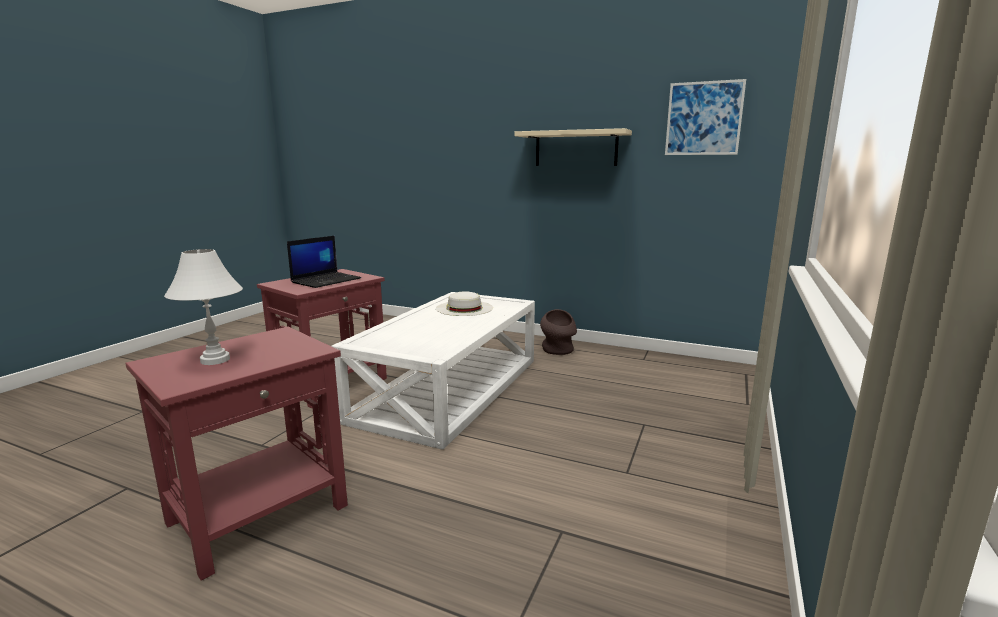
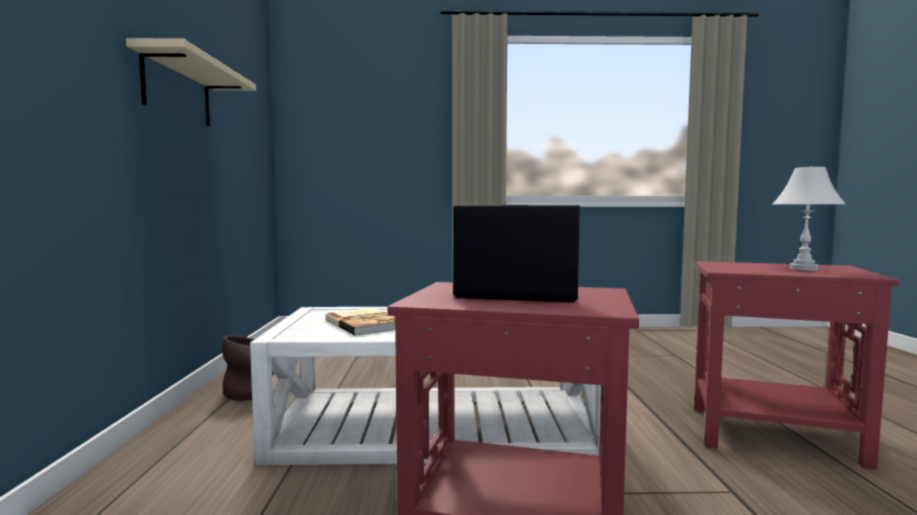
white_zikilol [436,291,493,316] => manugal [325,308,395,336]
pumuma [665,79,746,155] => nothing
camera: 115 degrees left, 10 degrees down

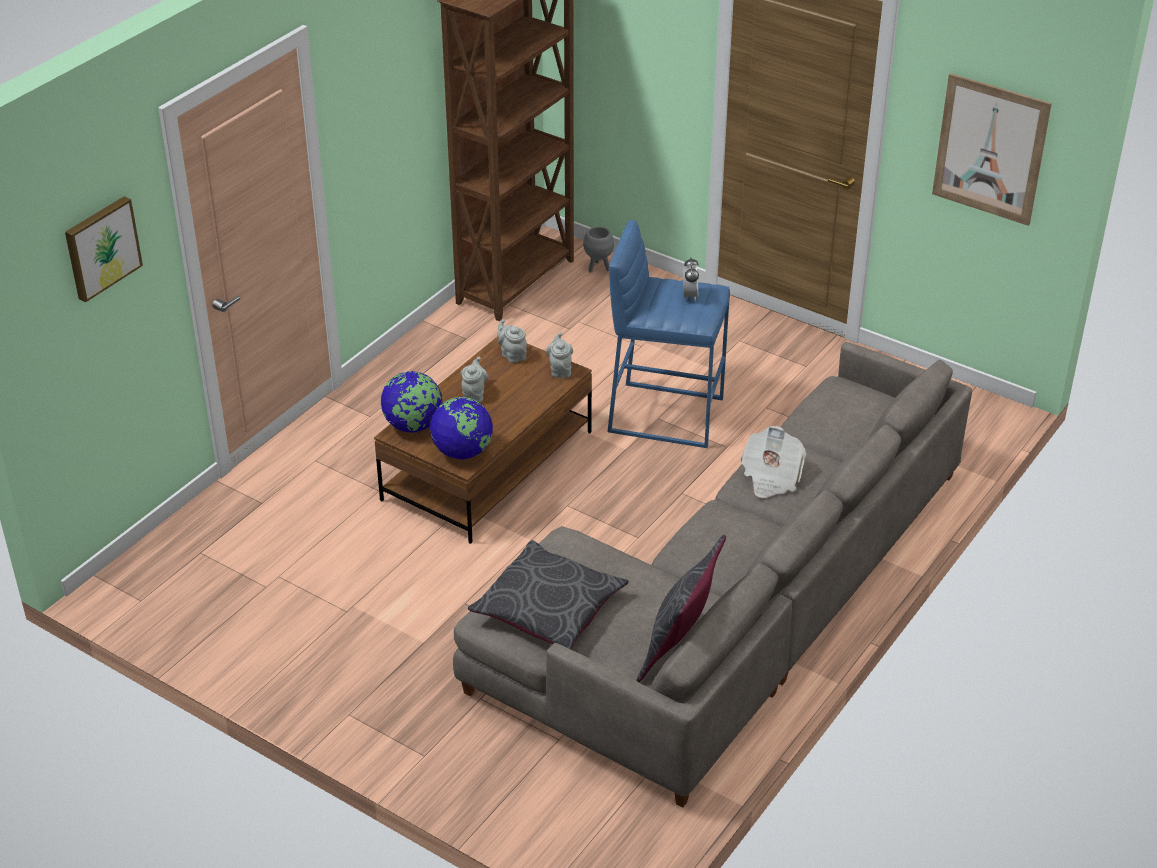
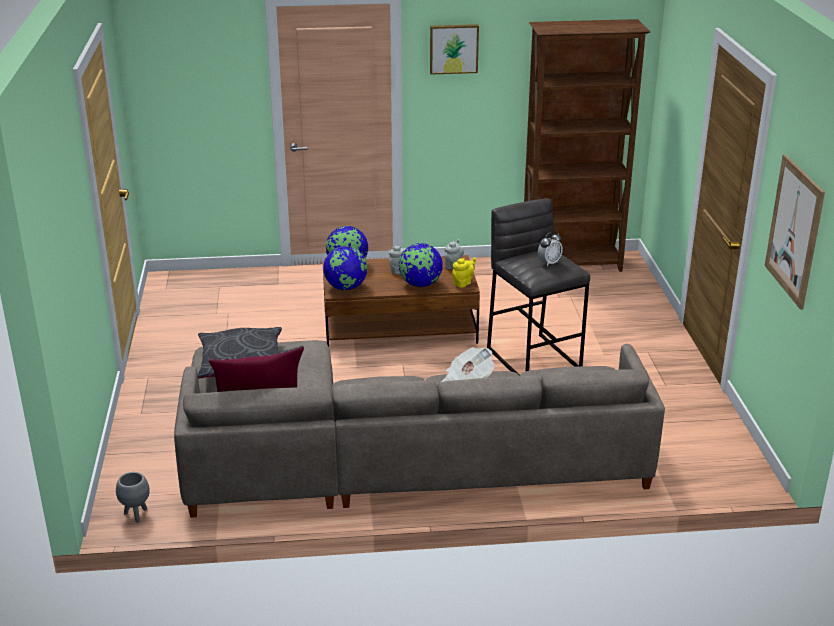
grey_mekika [583,227,614,273] => grey_mekika [116,472,150,523], moved
nothing => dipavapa [399,243,443,287]
pumuma [65,196,143,302] => pumuma [430,24,479,74], moved
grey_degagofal [546,332,573,378] => yellow_degagofal [452,257,476,288]
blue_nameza [607,220,730,448] => grey_nameza [487,198,590,376]
camera: 50 degrees right, 10 degrees down

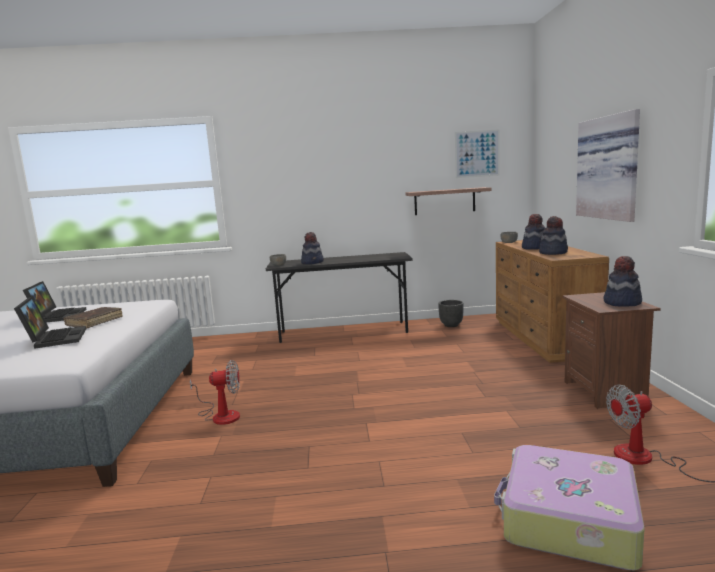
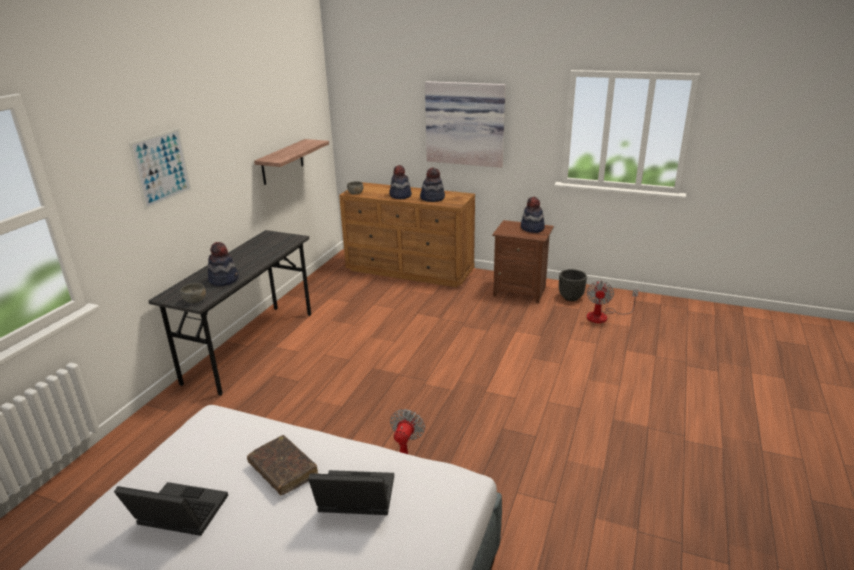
pumuma [455,129,500,178] => pumuma [129,128,192,210], moved
black_mekika [438,300,464,327] => black_mekika [559,269,587,301], moved
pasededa [494,445,645,570] => nothing
camera: 65 degrees left, 15 degrees up

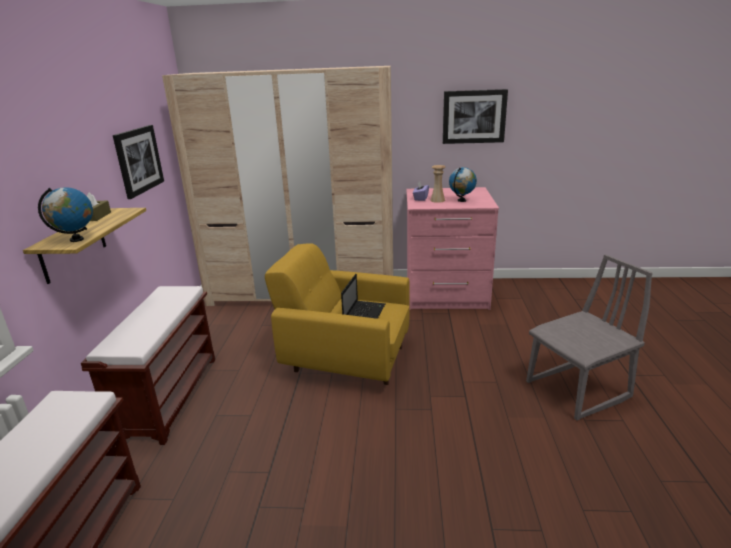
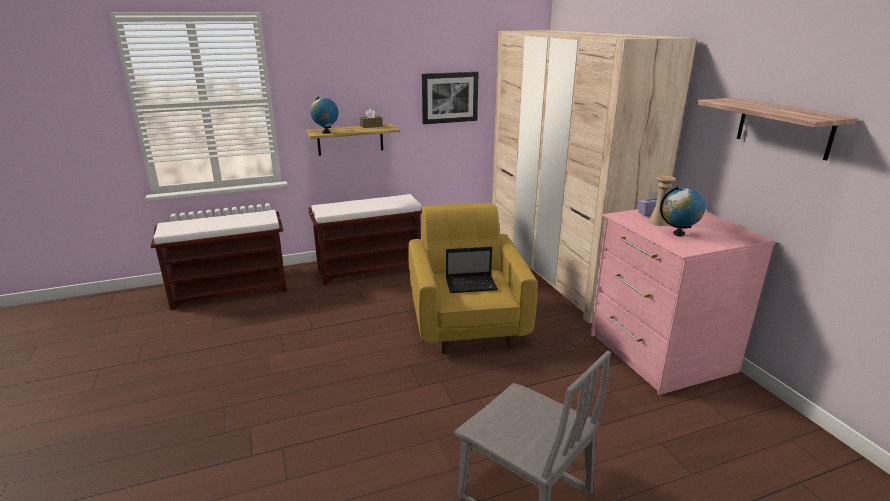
pumuma [443,89,508,144] => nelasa [697,98,858,161]
camera: 65 degrees right, 0 degrees up

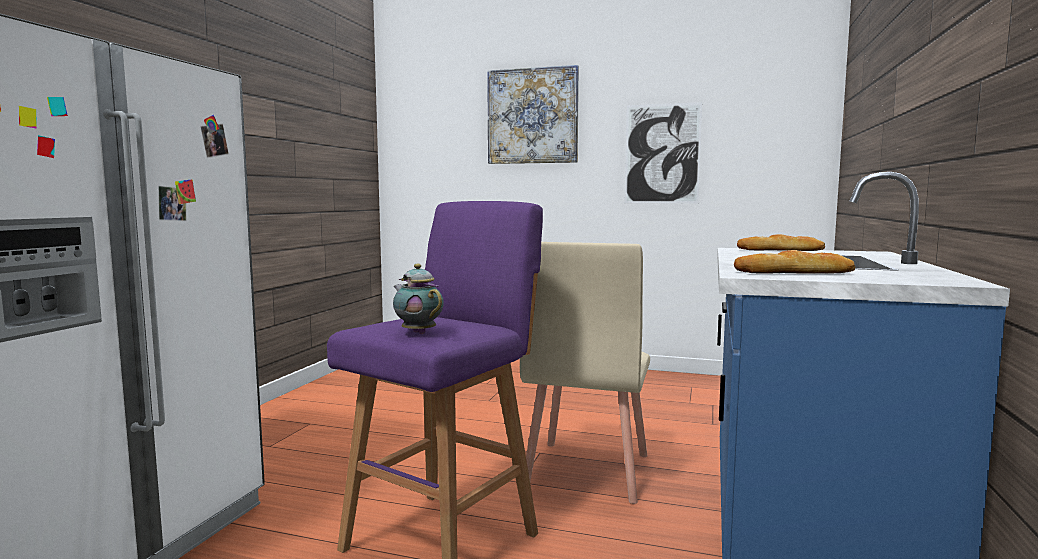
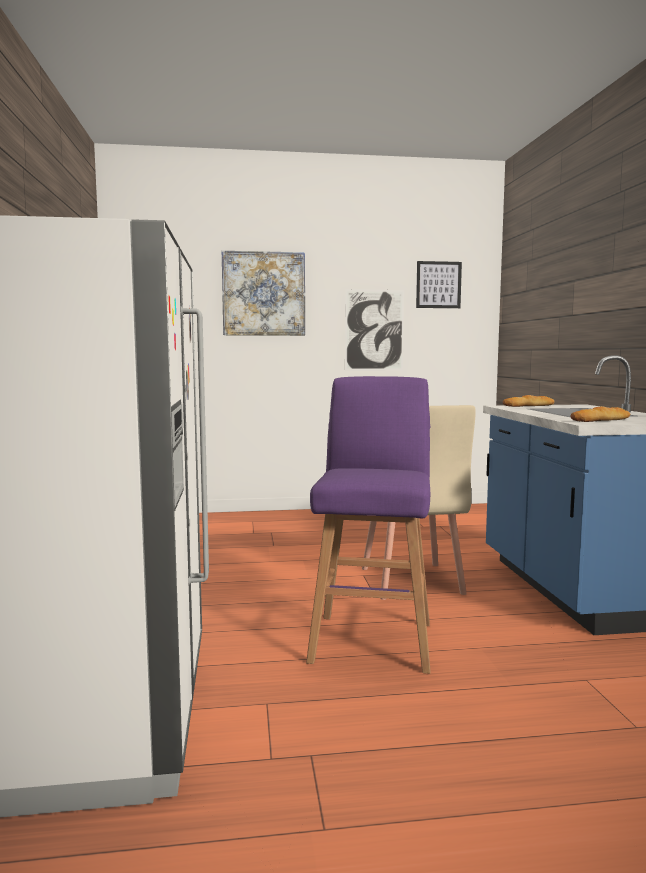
nothing => pumuma [416,261,462,308]
degagofal [393,264,444,334] => nothing
camera: 25 degrees left, 0 degrees up

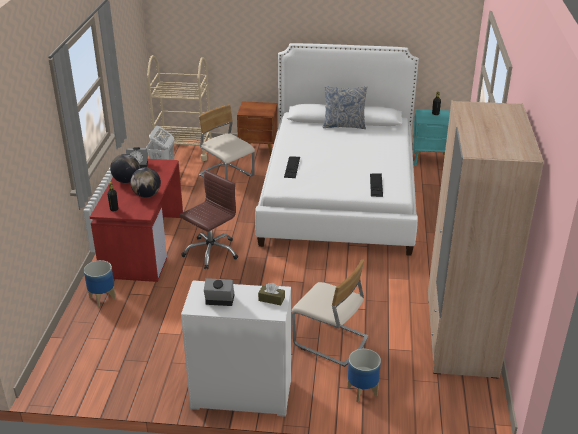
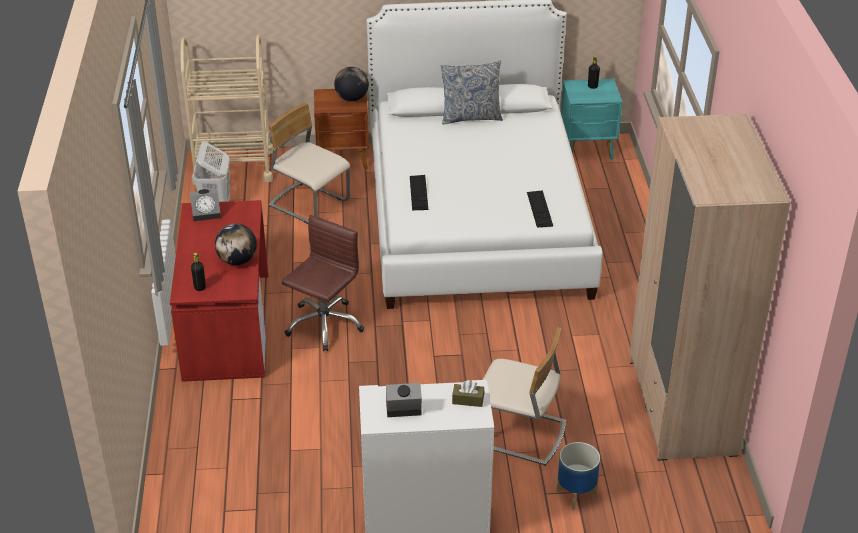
dipavapa [110,154,140,183] => dipavapa [334,67,369,102], moved
mekika [84,260,116,307] => nothing
camera: 10 degrees left, 5 degrees up

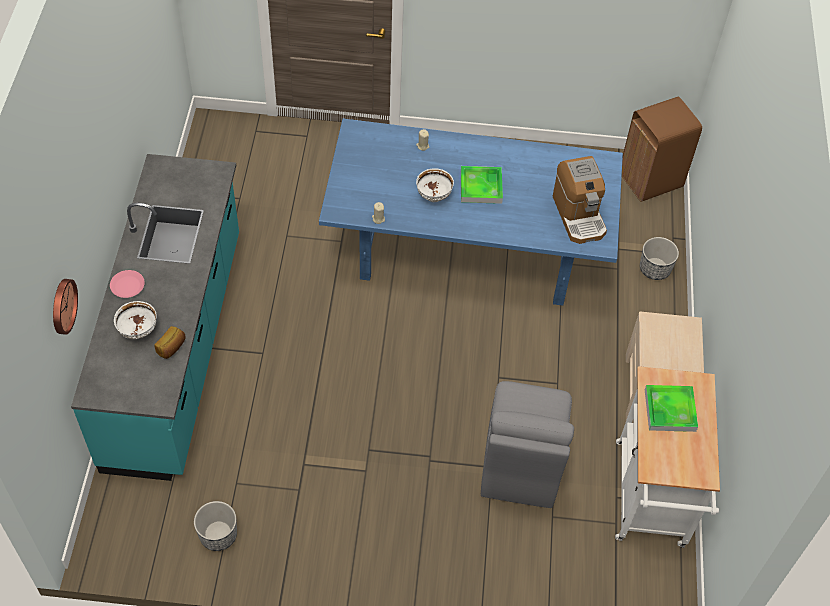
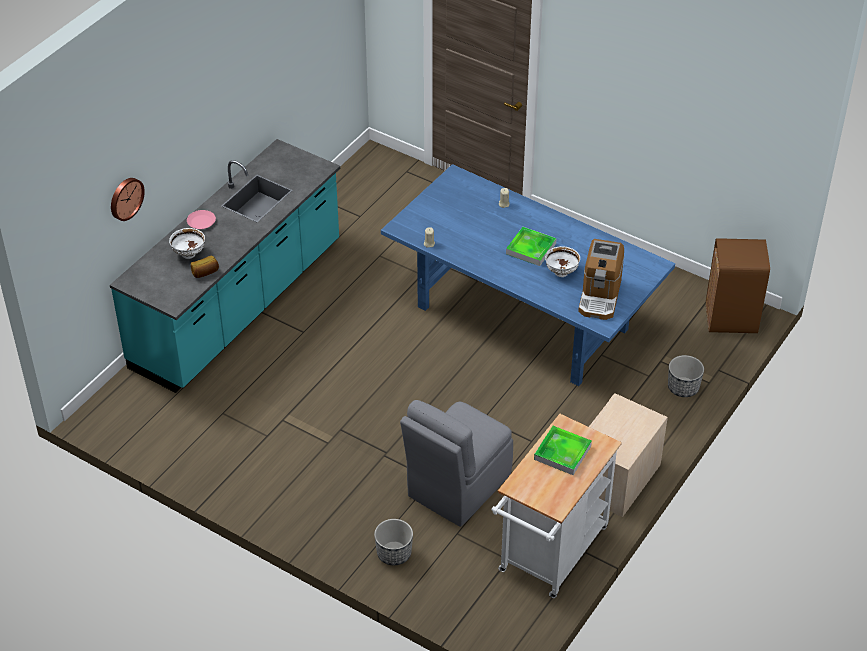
mekika [194,501,237,551] => mekika [374,519,413,565], moved
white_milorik [416,168,454,202] => white_milorik [545,246,580,277], moved
camera: 30 degrees right, 10 degrees down

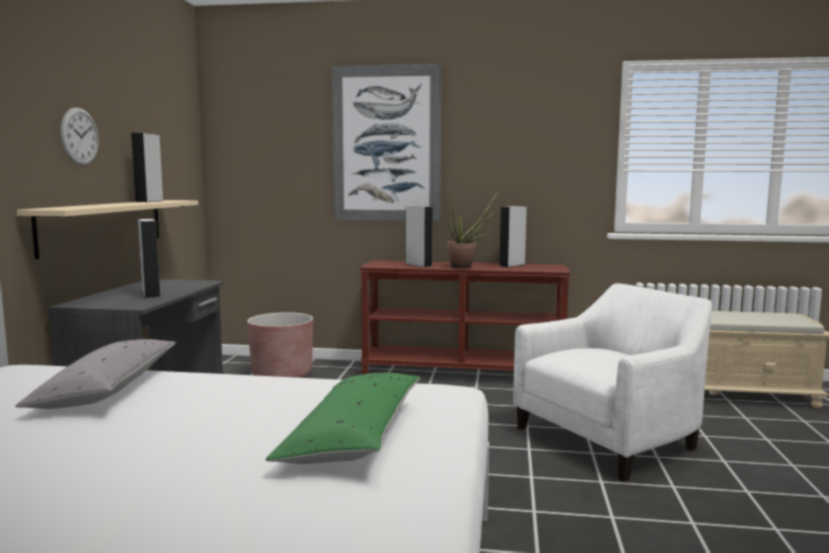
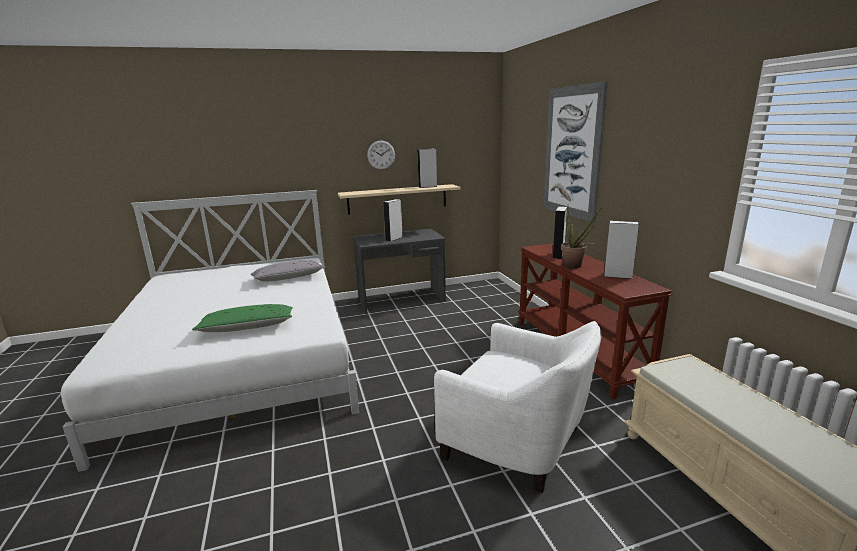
brown_mekika [247,312,313,378] => nothing
camera: 65 degrees right, 10 degrees up

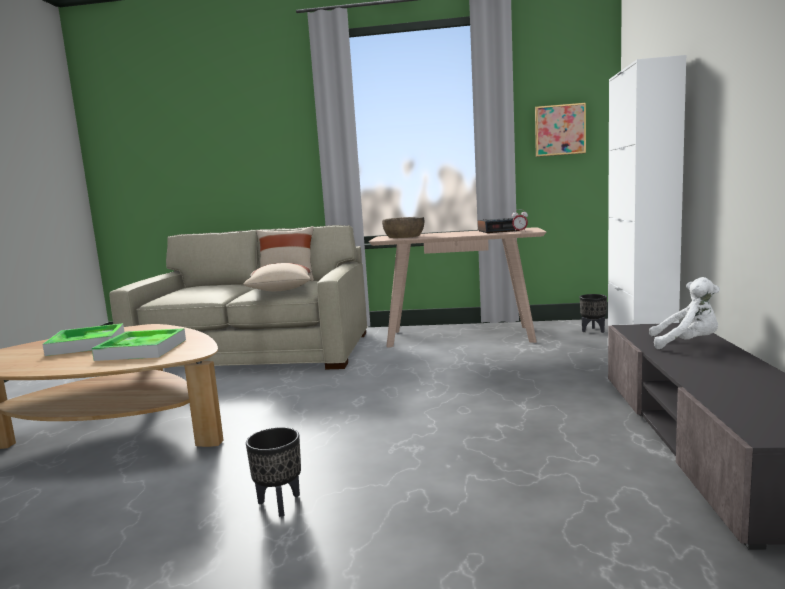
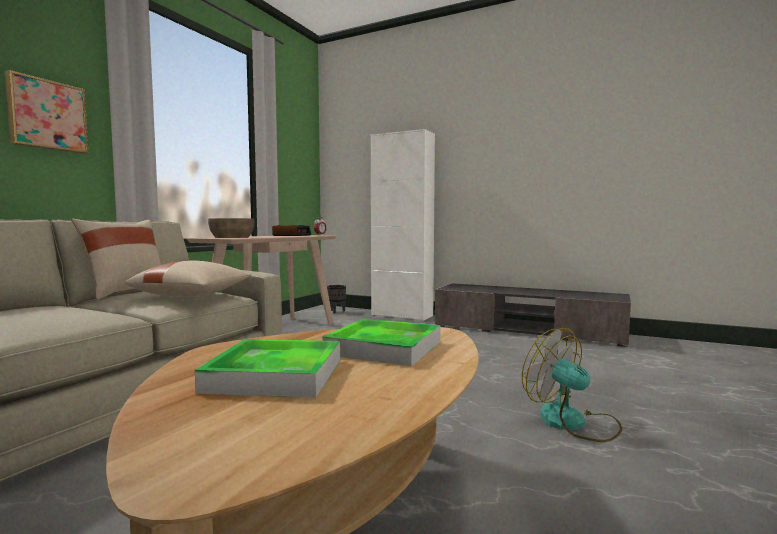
pumuma [535,103,586,157] => pumuma [5,70,88,154], moved
black_mekika [246,427,301,517] => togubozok [522,328,622,442]
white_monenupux [649,277,720,349] => nothing
camera: 70 degrees left, 5 degrees down

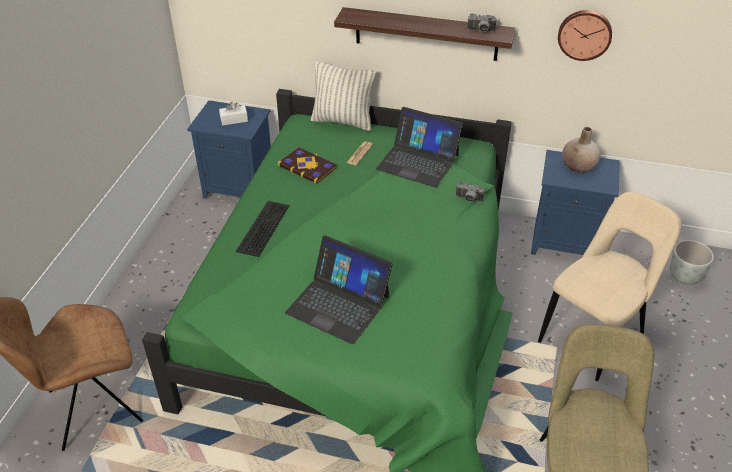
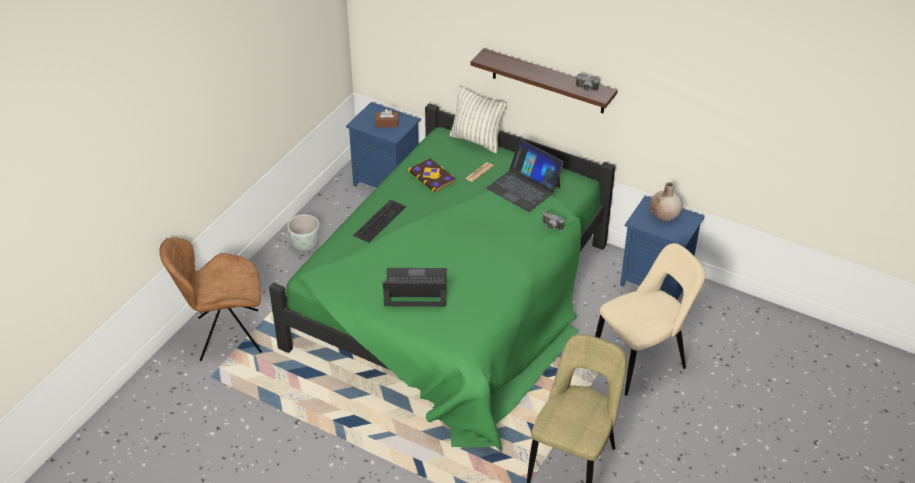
grey_mekika [670,240,714,285] => grey_mekika [287,214,319,252], moved
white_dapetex [219,102,248,126] => brown_dapetex [375,109,399,127]
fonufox [285,235,393,344] => fonufox [382,268,447,307], 135 degrees clockwise
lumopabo [558,10,612,61] => nothing
camera: 15 degrees right, 0 degrees up

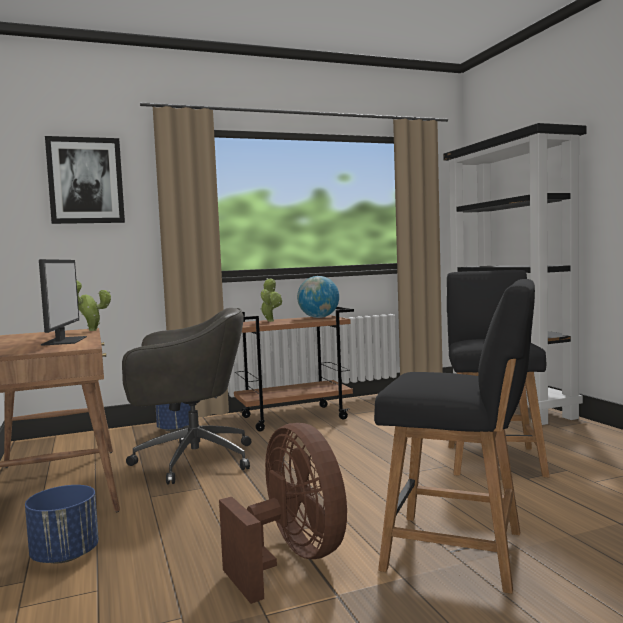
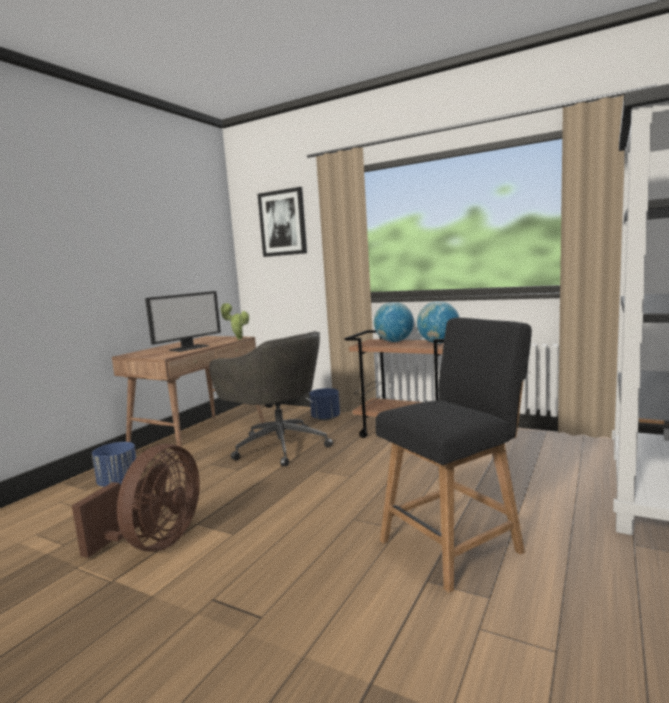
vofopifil [260,278,282,322] => dipavapa [374,302,414,342]
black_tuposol [374,279,535,594] => nothing
camera: 50 degrees right, 5 degrees up

